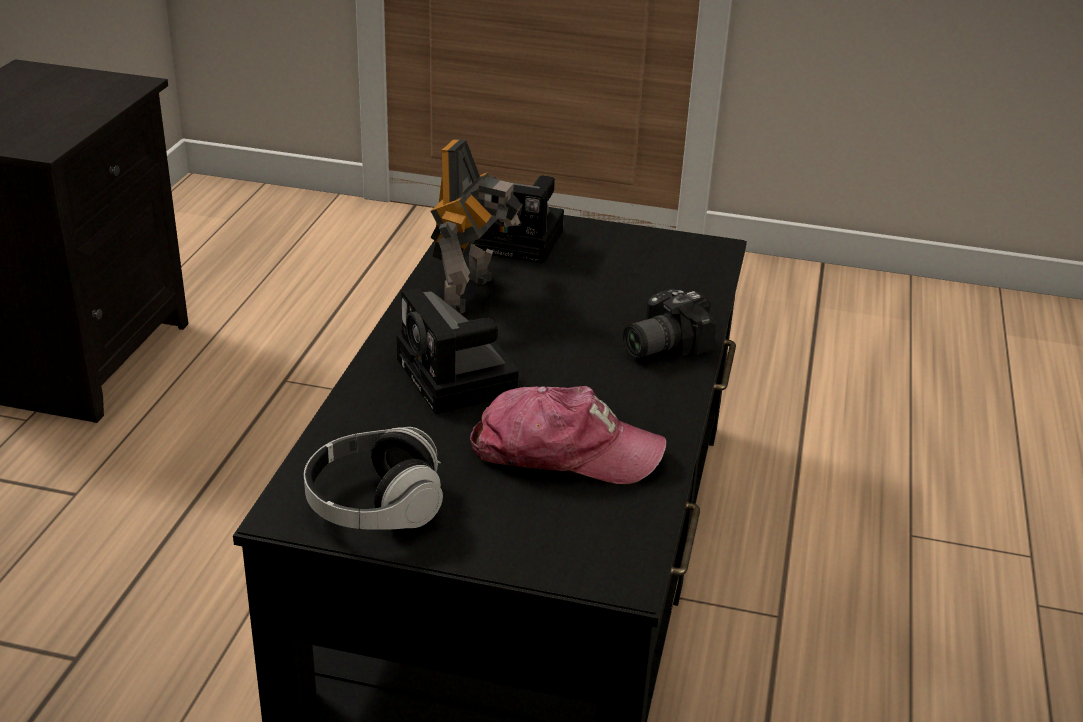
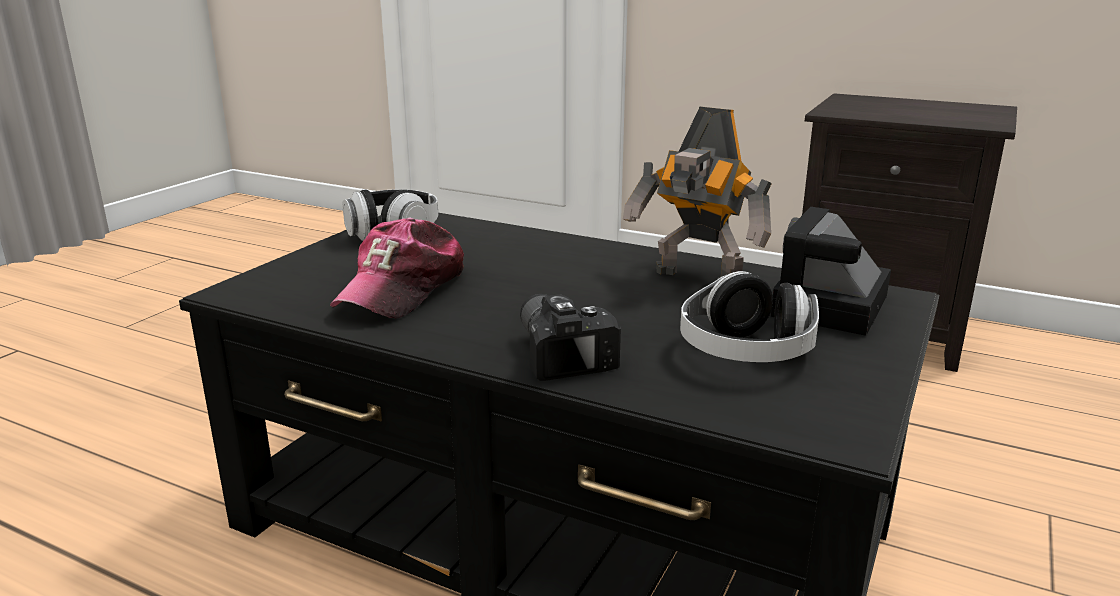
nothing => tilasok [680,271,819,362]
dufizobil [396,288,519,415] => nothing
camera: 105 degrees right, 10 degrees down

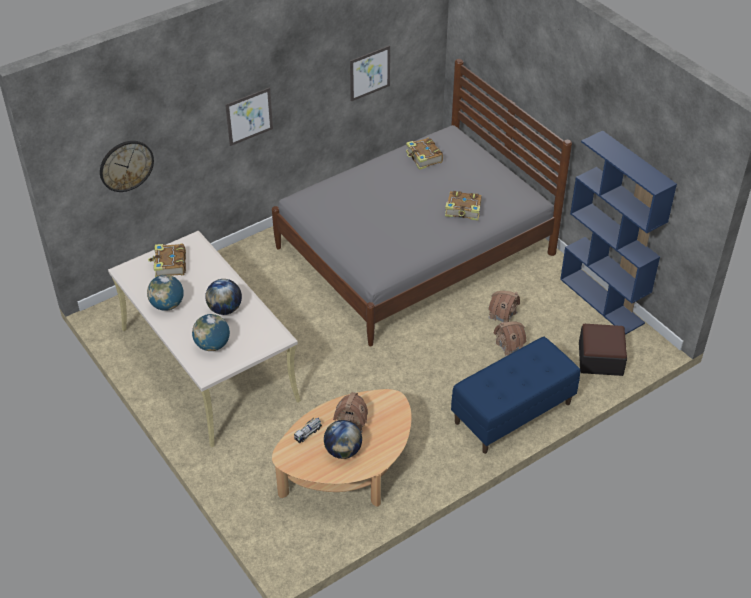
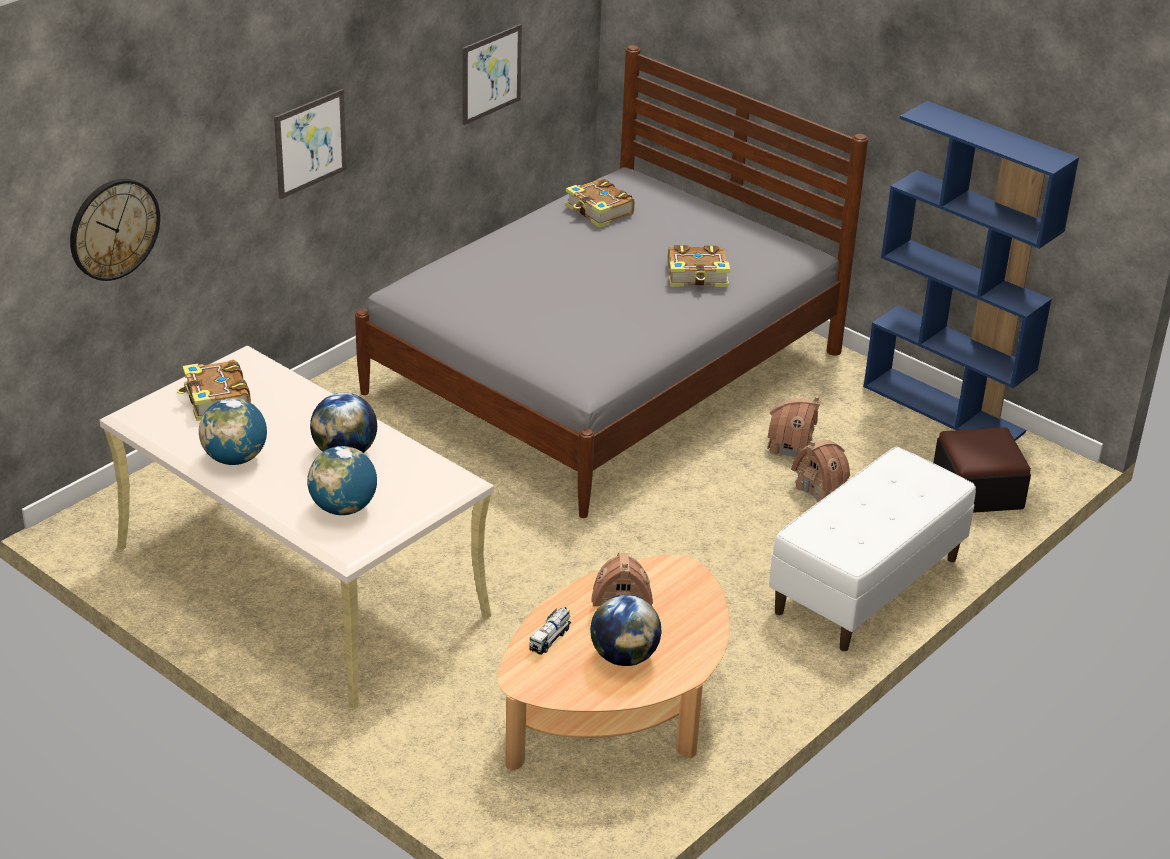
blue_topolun [451,337,580,454] => white_topolun [769,447,976,651]
camera: 15 degrees left, 10 degrees down

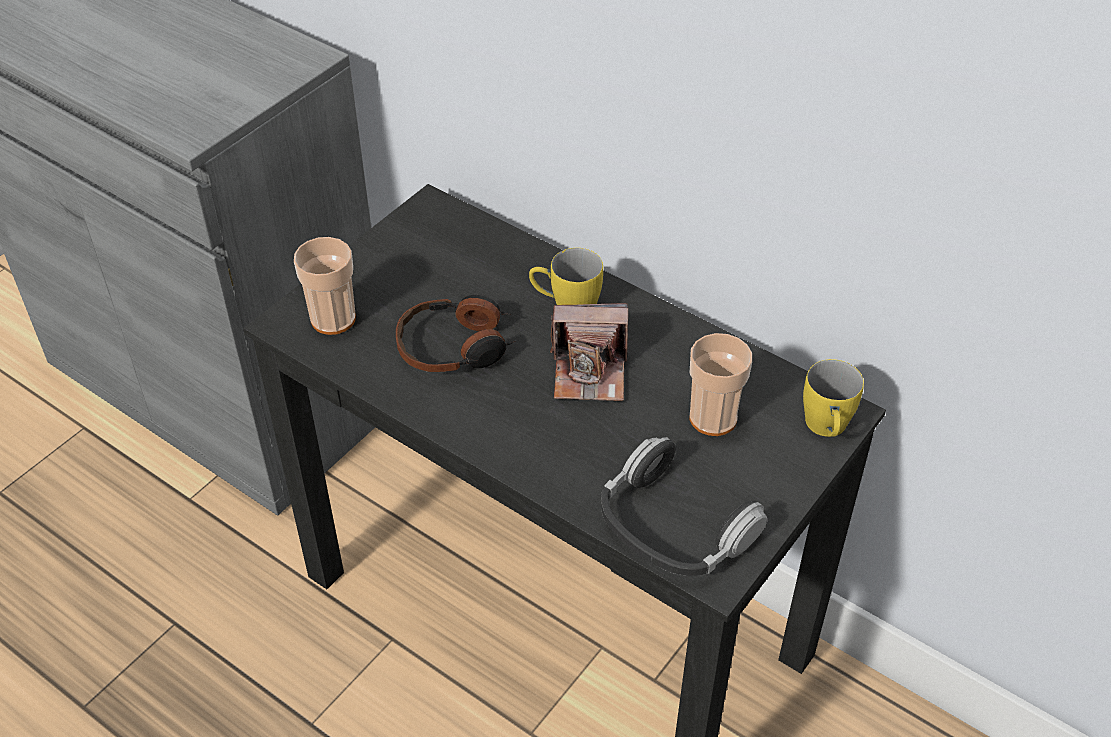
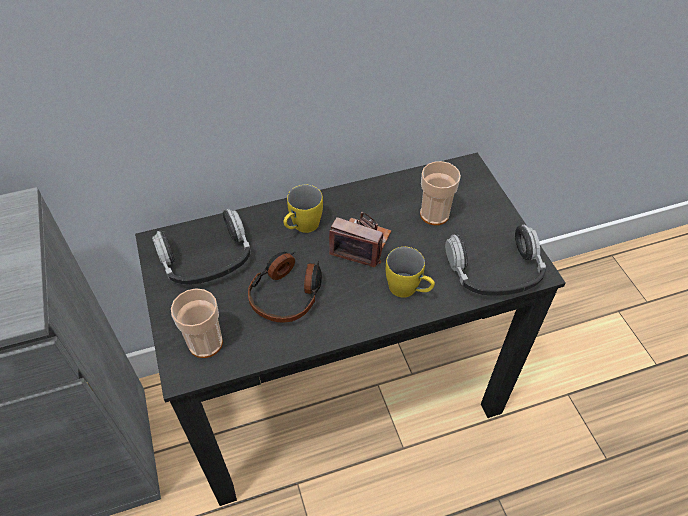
nothing => tilasok [152,209,251,285]
dufizobil [550,303,628,401] => dufizobil [329,212,391,267], 105 degrees counterclockwise
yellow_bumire [803,359,864,437] => yellow_bumire [386,247,435,298], moved
camera: 55 degrees left, 5 degrees up

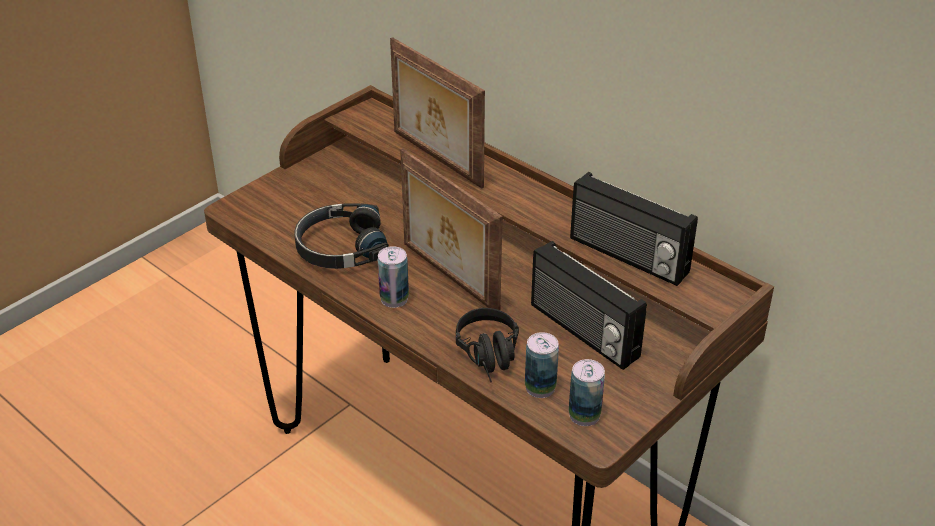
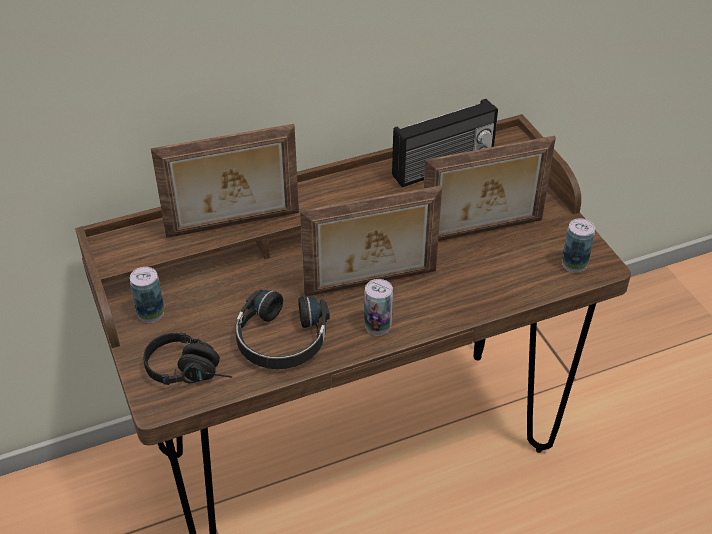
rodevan [525,332,559,398] => rodevan [130,267,164,323], moved
black_tilasok [456,308,519,382] => black_tilasok [143,332,232,385], moved
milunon [531,241,647,370] => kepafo [424,136,556,241]
camera: 65 degrees left, 5 degrees up

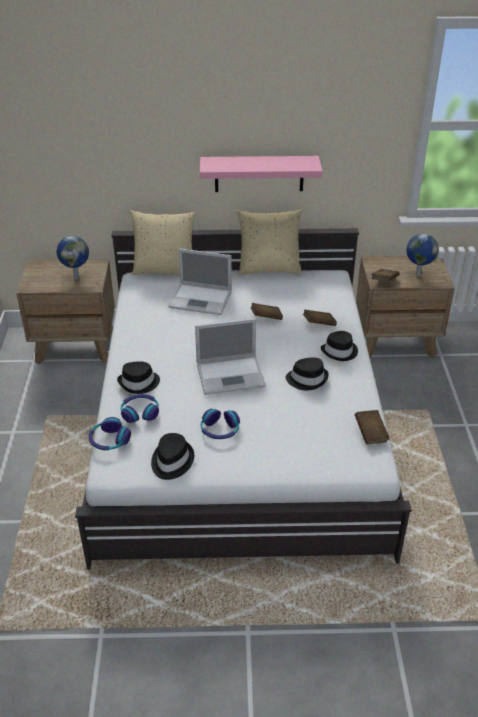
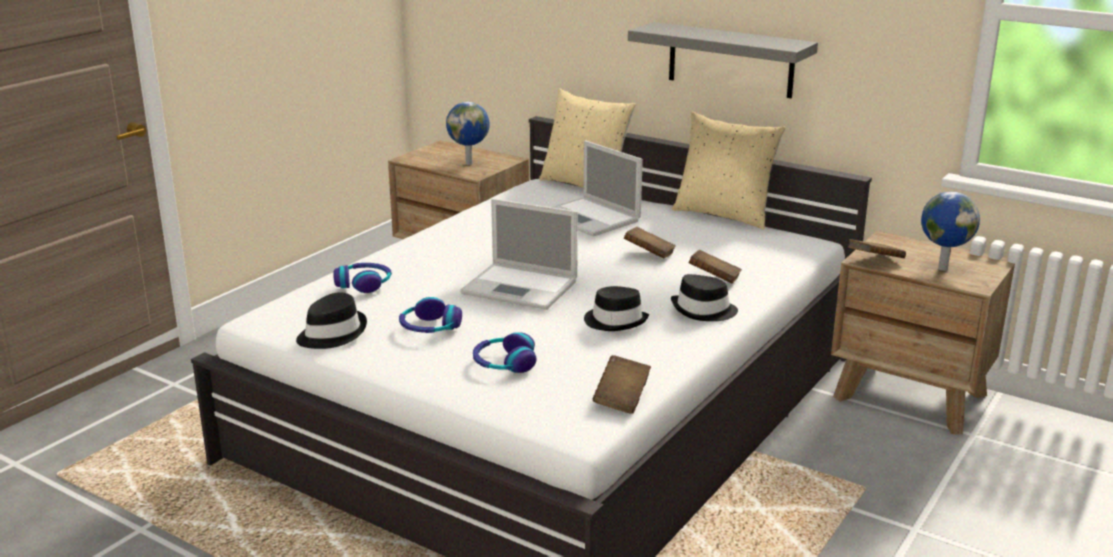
tilasok [89,417,131,450] => tilasok [473,332,537,373], moved
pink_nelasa [200,156,323,192] => grey_nelasa [628,22,818,98]
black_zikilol [117,361,160,394] => nothing
camera: 35 degrees right, 15 degrees down

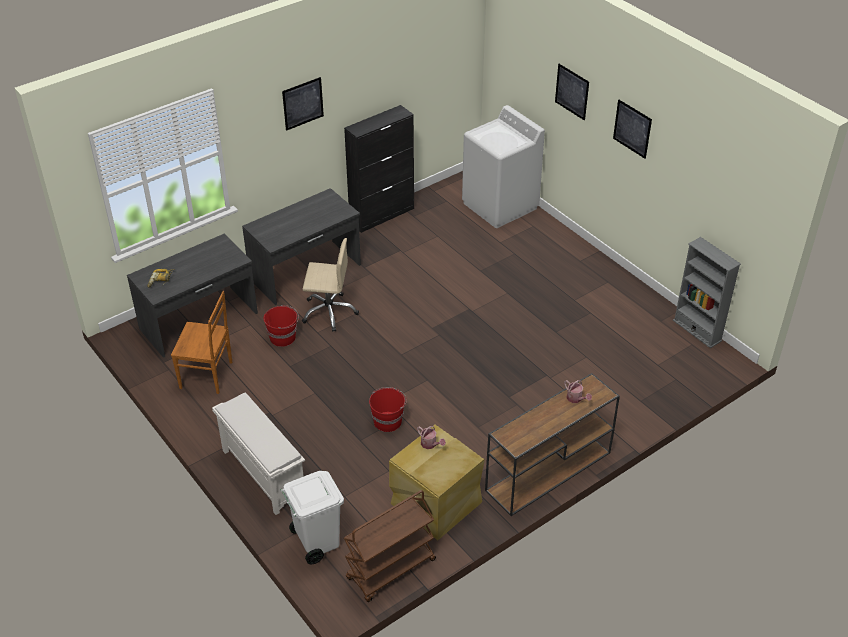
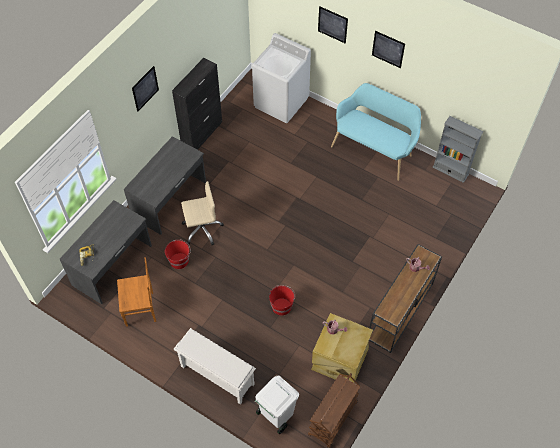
nothing => turquoise_topolun [331,83,421,181]
camera: 20 degrees left, 15 degrees up

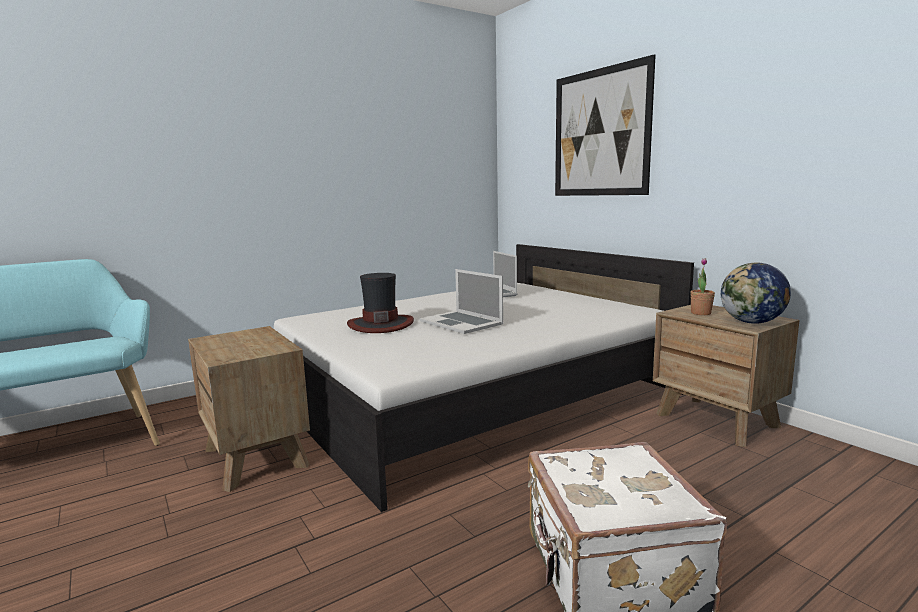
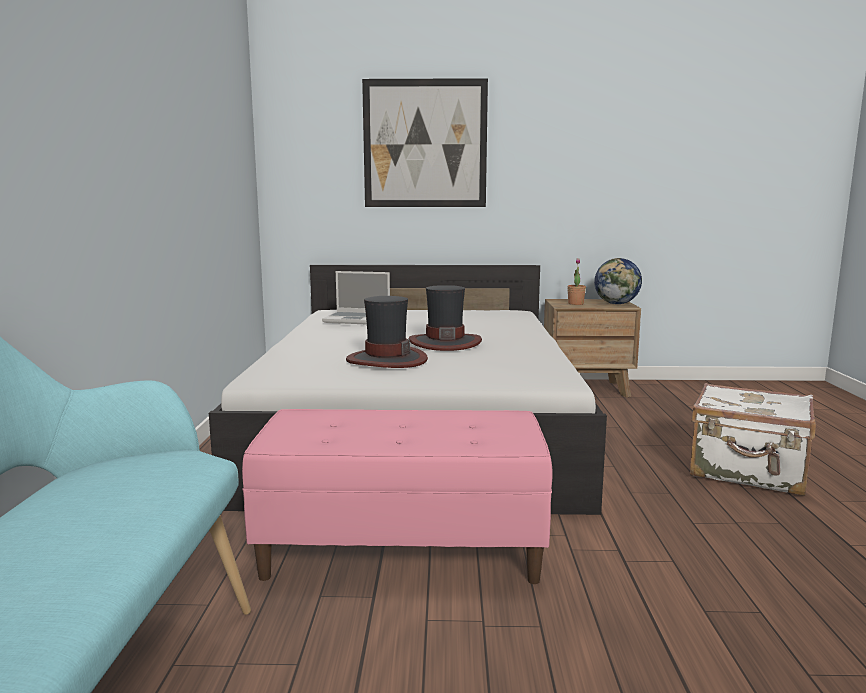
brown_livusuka [188,326,310,492] => pink_topolun [242,409,552,584]
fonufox [420,269,503,334] => zikilol [409,285,482,351]
camera: 55 degrees left, 0 degrees up

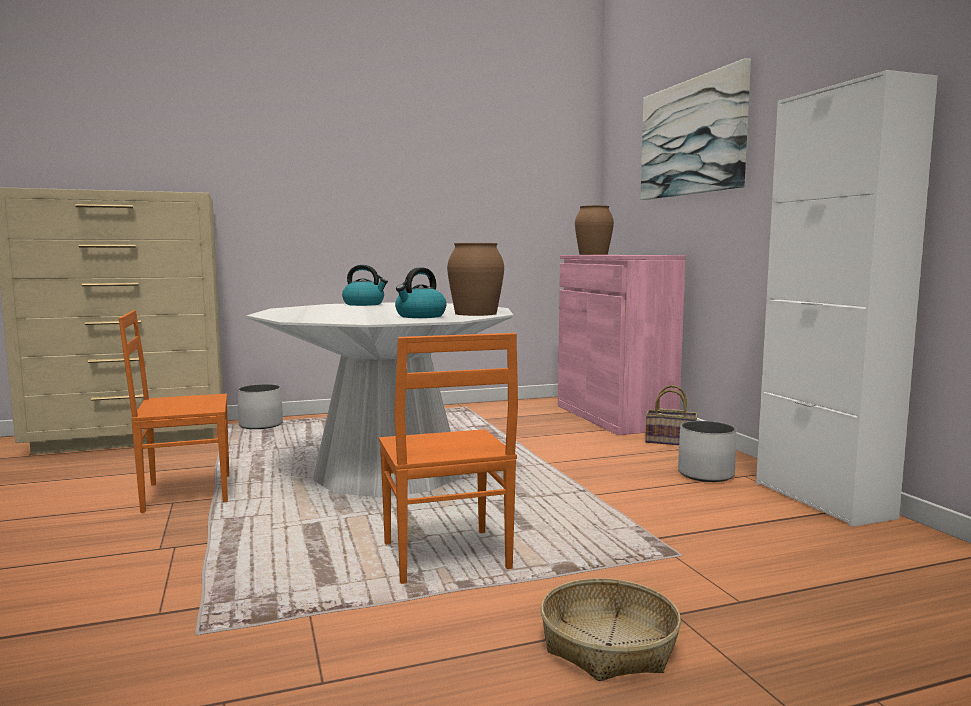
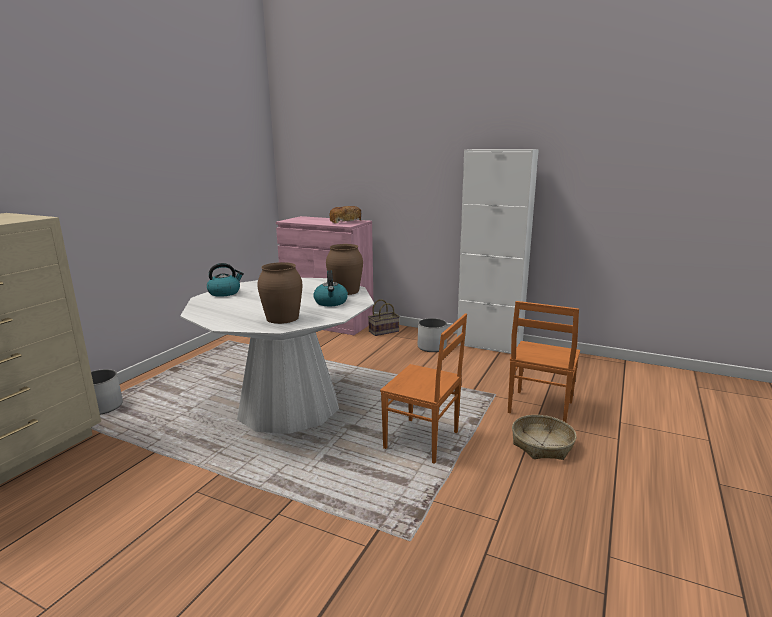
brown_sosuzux [575,205,614,255] => brown_sosuzux [257,262,302,324], moved
nothing => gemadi [330,206,361,223]
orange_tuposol [118,310,229,513] => orange_tuposol [508,301,580,422], moved
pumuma [640,58,751,200] => nothing
camera: 45 degrees left, 10 degrees up

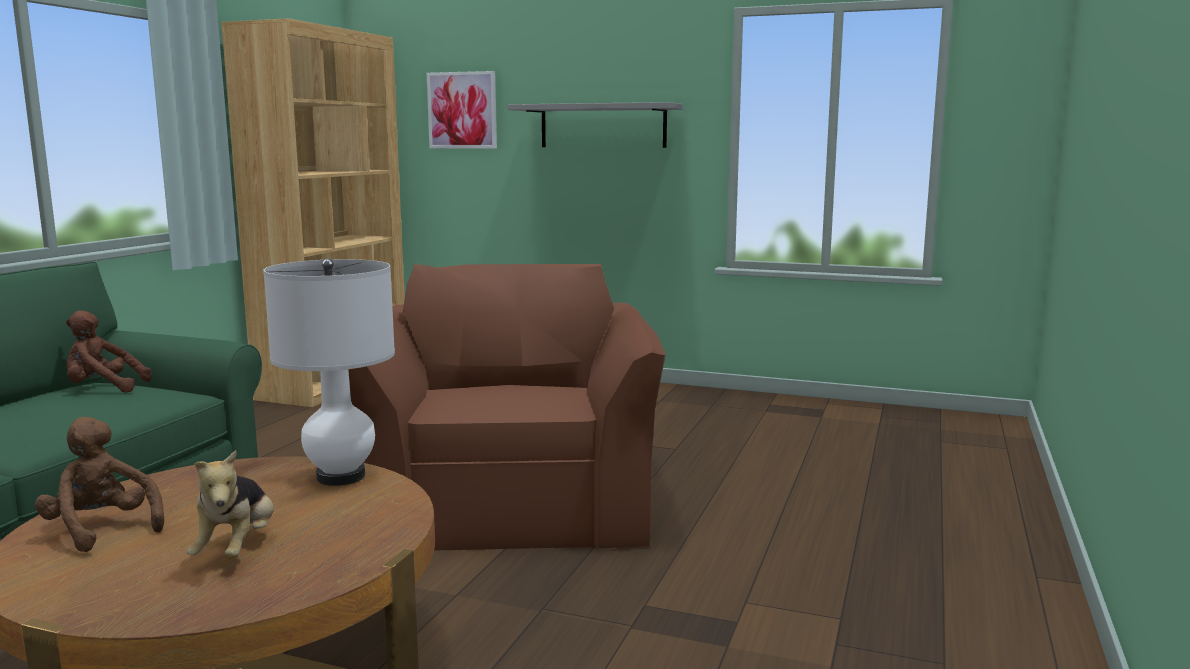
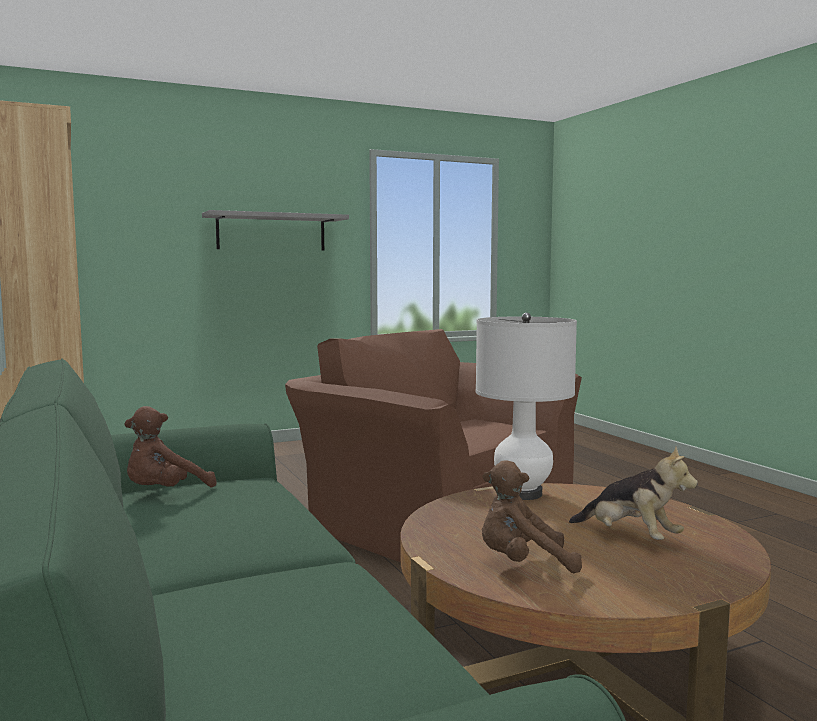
pumuma [427,71,497,149] => nothing
camera: 45 degrees left, 5 degrees down

